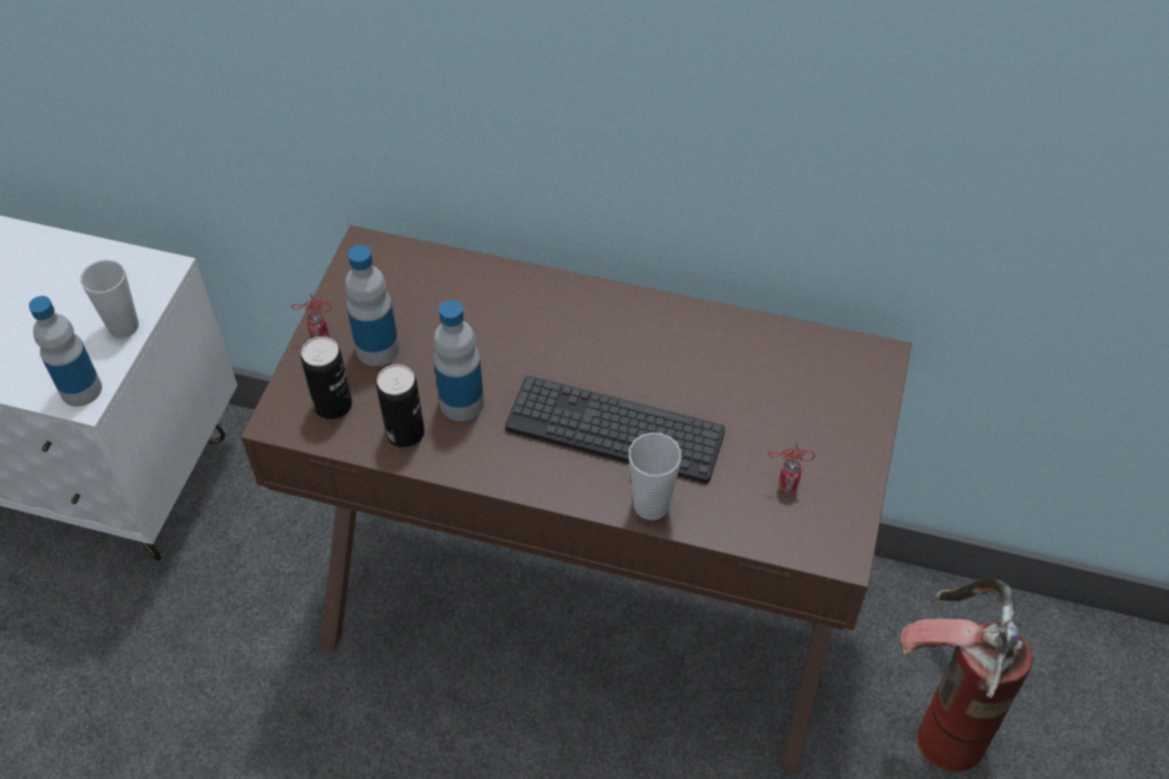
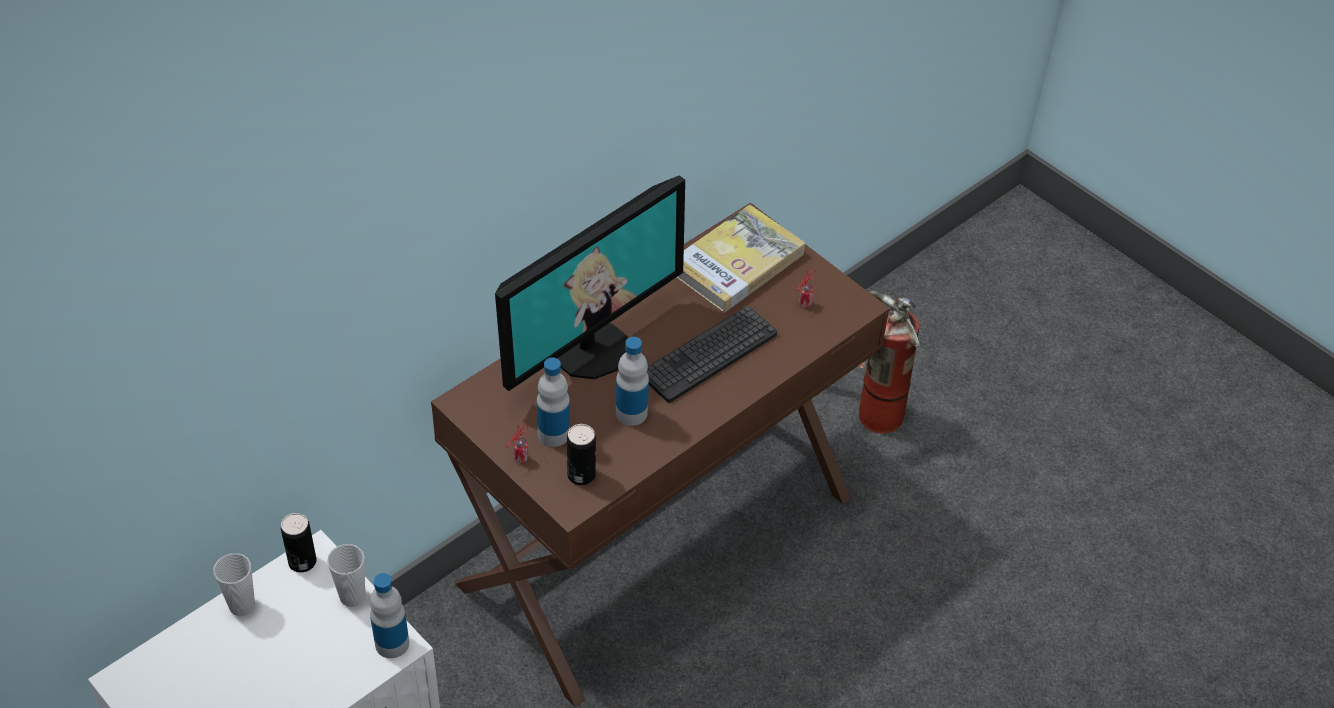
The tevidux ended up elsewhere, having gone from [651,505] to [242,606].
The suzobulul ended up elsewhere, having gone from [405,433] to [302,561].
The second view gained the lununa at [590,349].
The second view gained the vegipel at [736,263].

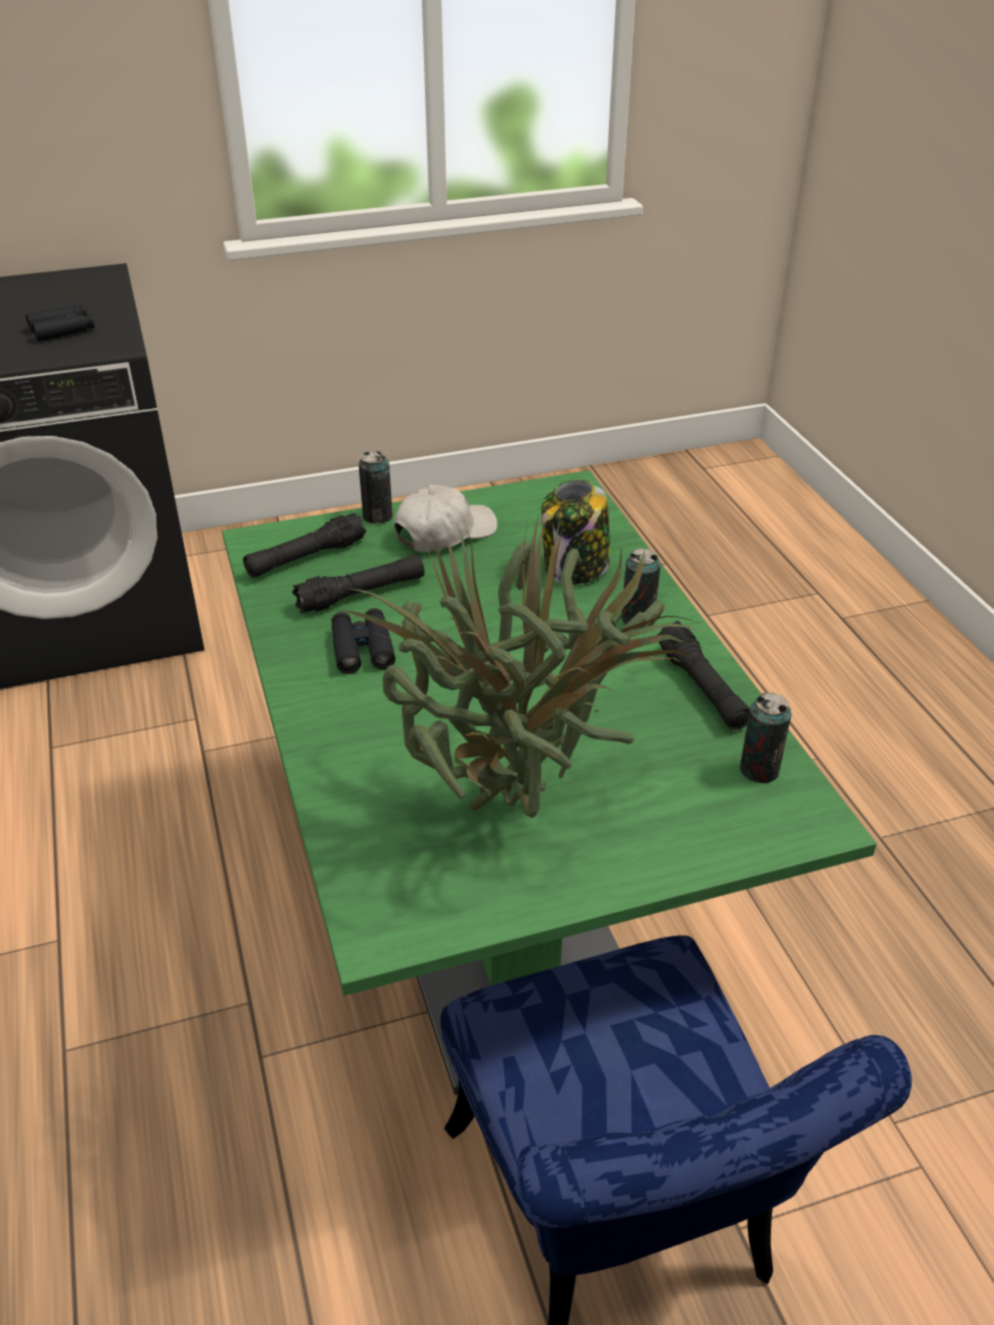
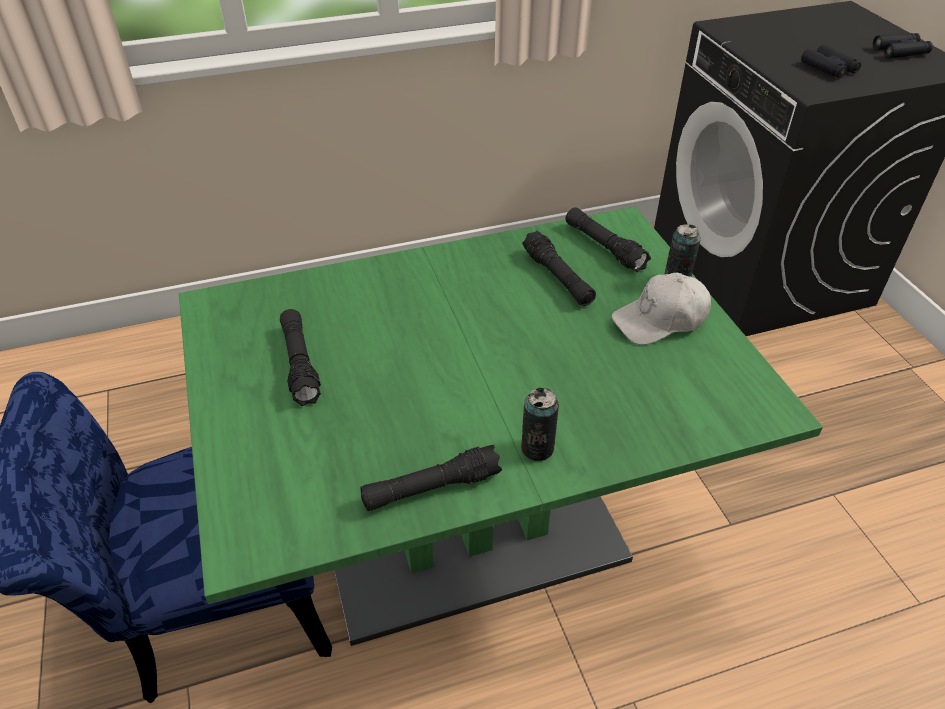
Where the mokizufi stood at [518,808], the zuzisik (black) came to stand at [300,364].
The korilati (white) at [444,532] ended up facing another way, 105 degrees clockwise from before.
The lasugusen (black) ended up elsewhere, having gone from [362,648] to [900,52].
The second view lost the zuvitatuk at [575,569].
The second view lost the suzobulul at [759,770].

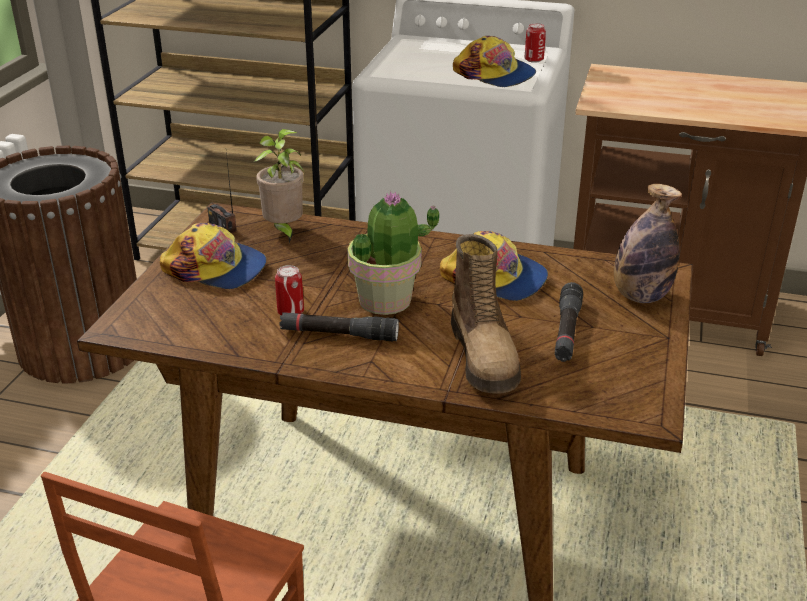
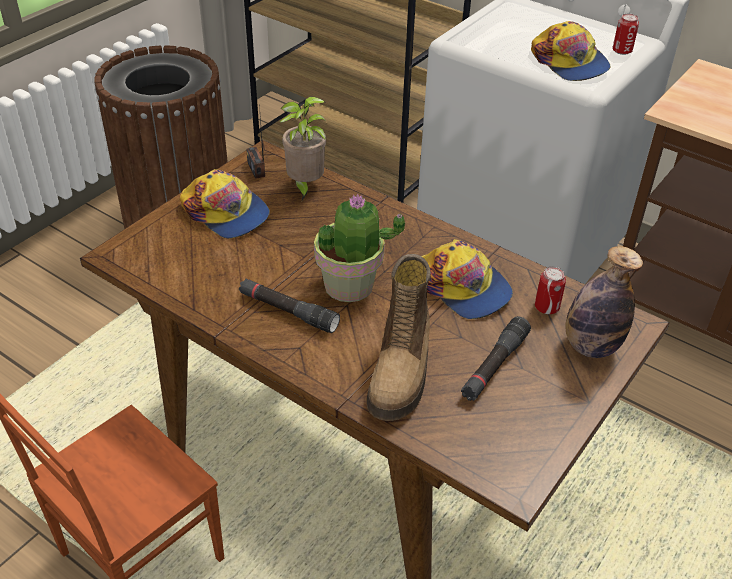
The suzobulul ended up elsewhere, having gone from [290,312] to [546,307].

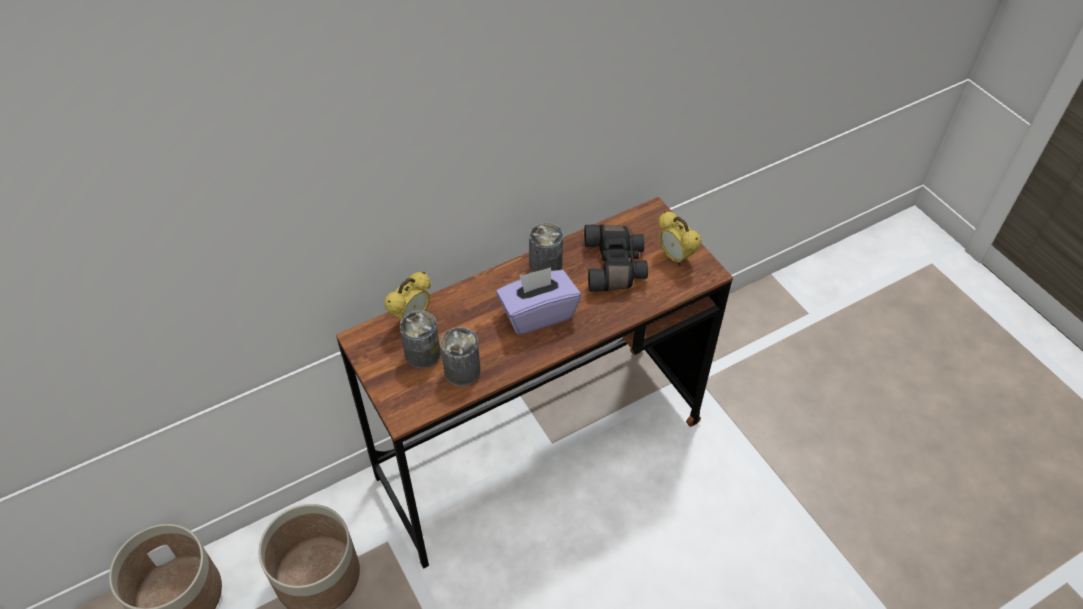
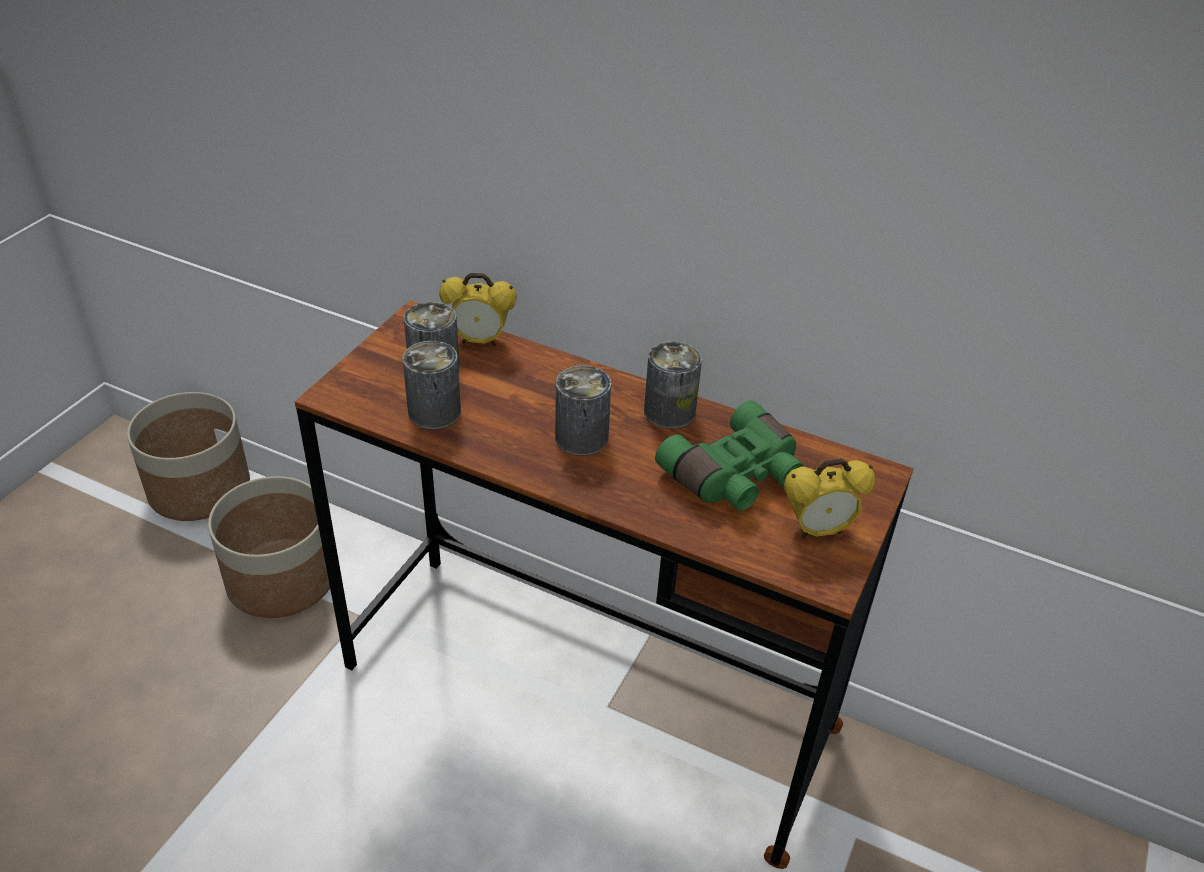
Where the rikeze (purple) stood at [537,313], the suzobulul came to stand at [581,438].
What was the lasugusen (black) at [615,266] turned into the lasugusen (green) at [735,476].
The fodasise at [675,257] ended up facing another way, 120 degrees counterclockwise from before.

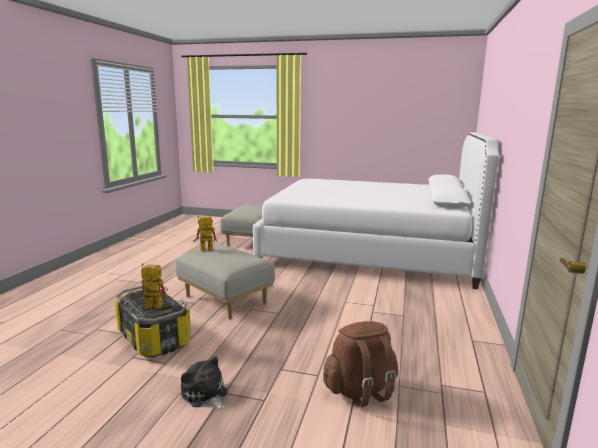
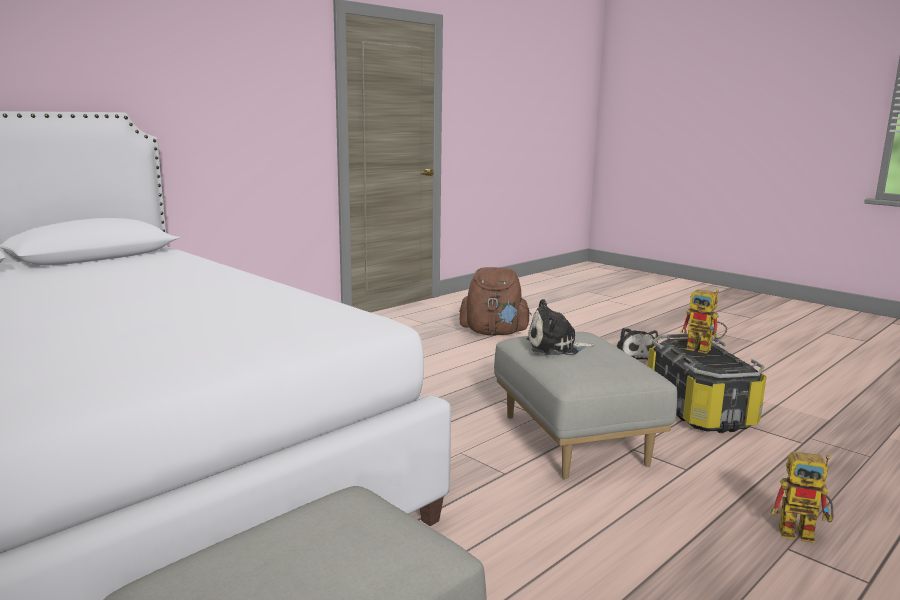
The second view gained the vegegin at [555,347].
The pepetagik ended up elsewhere, having gone from [203,250] to [804,533].

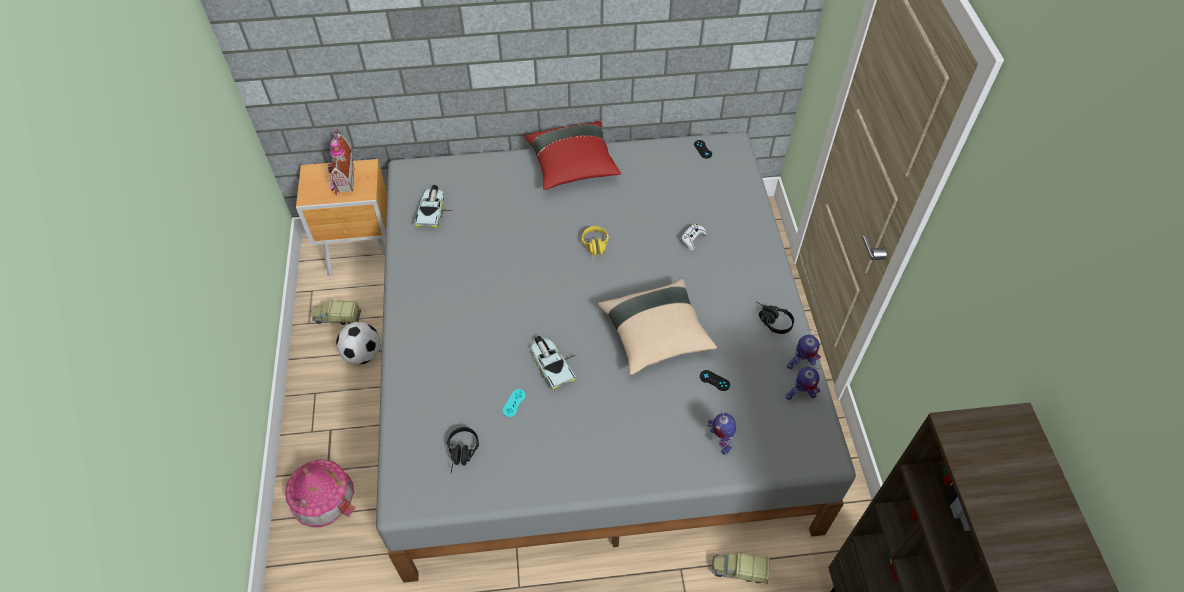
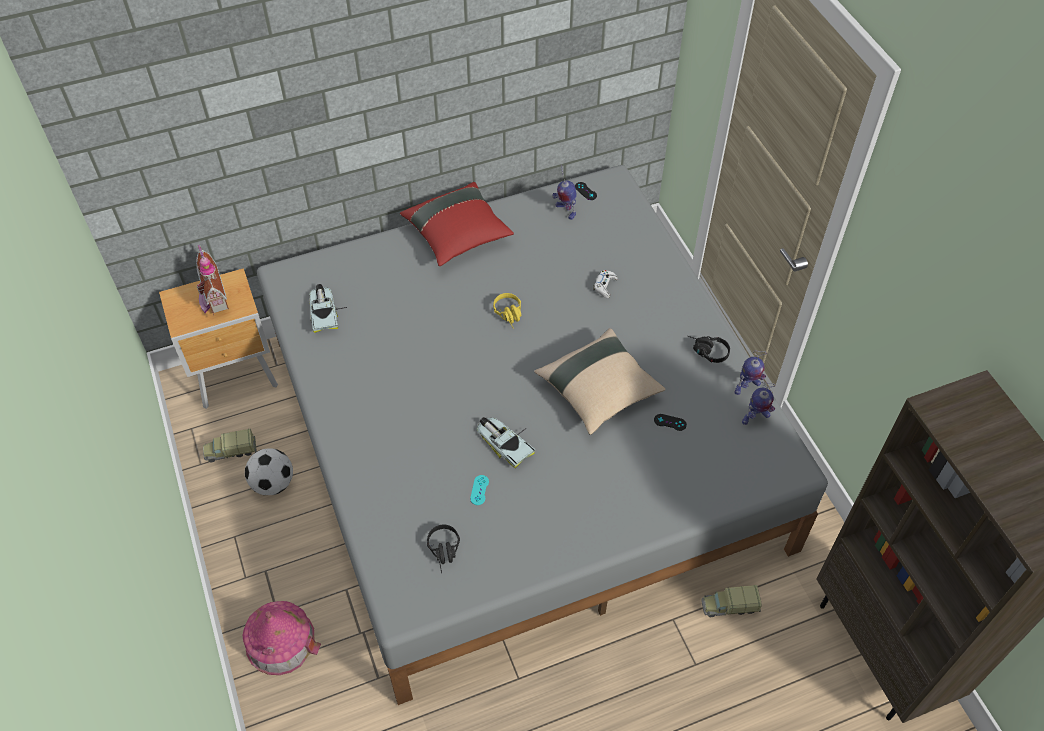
The pepetagik ended up elsewhere, having gone from [720,440] to [565,210].

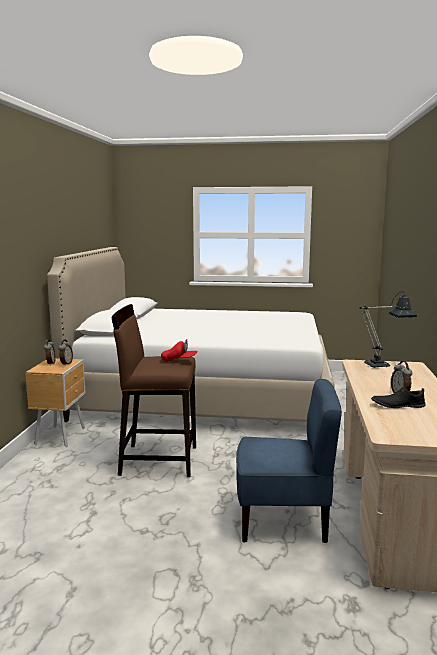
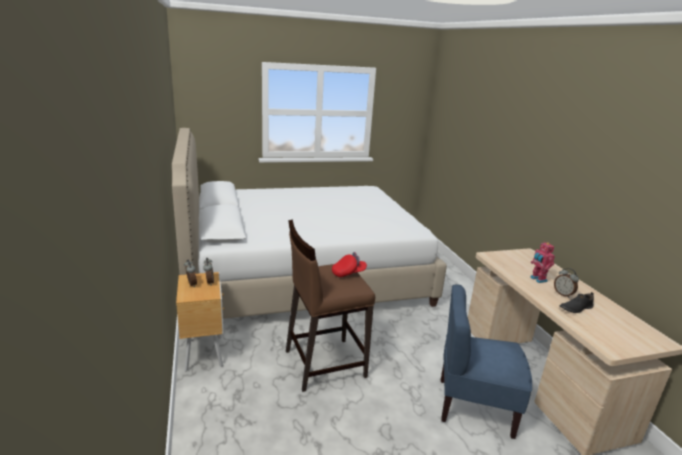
The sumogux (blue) at [283,520] ended up facing another way, 150 degrees counterclockwise from before.
The second view gained the pepetagik at [537,279].
The second view lost the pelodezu at [382,365].

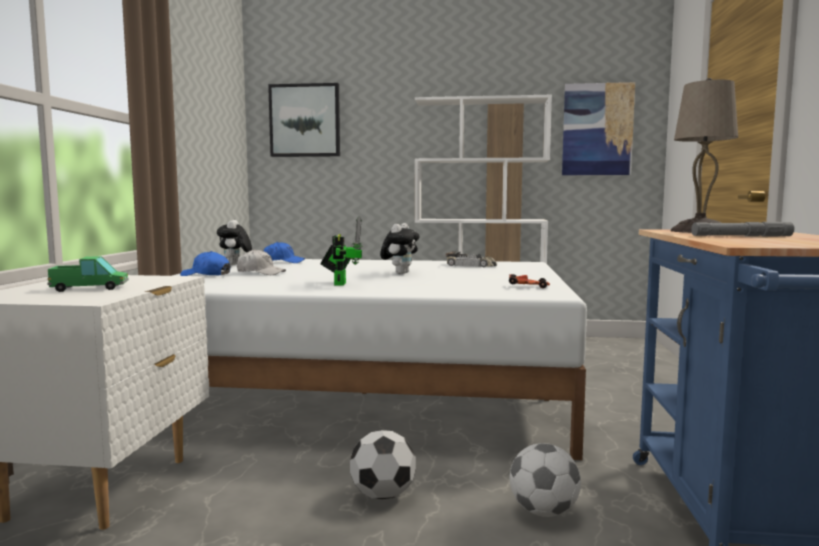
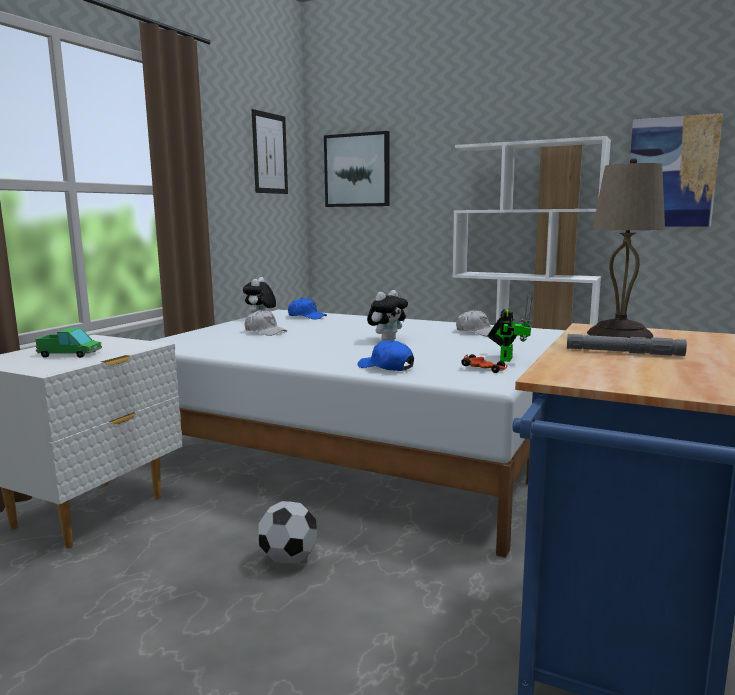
The second view gained the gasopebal at [270,153].
The korilati (blue) ended up elsewhere, having gone from [206,275] to [386,367].
Where the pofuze stood at [471,265], the korilati (white) came to stand at [477,332].
The pepetagik ended up elsewhere, having gone from [340,283] to [506,358].
The second view lost the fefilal at [543,511].

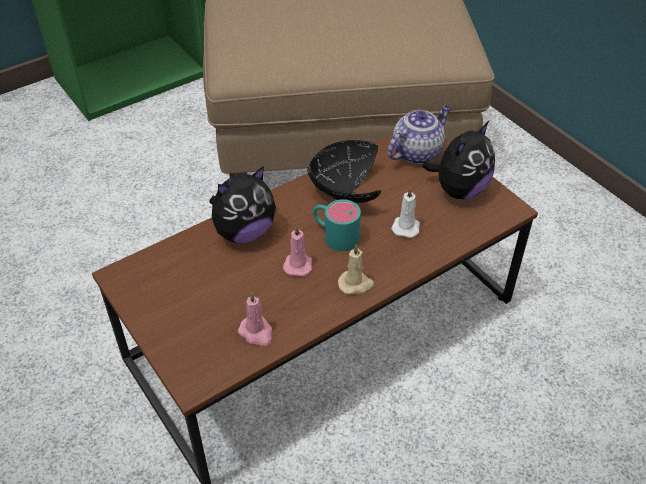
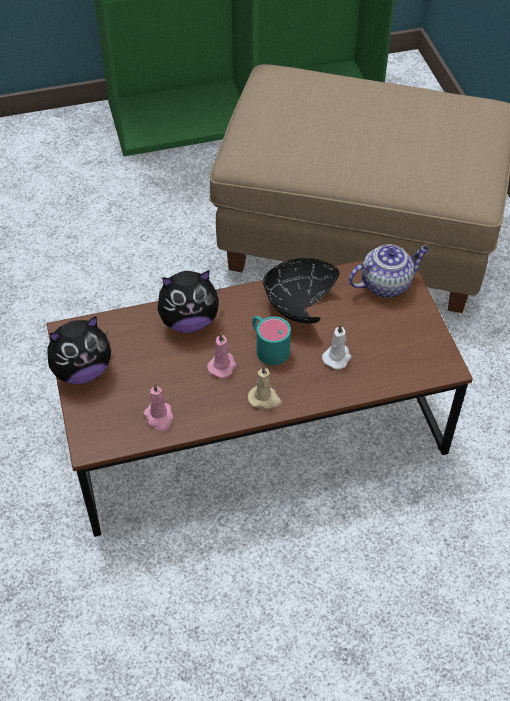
The vegegin ended up elsewhere, having gone from [459,189] to [82,371].

